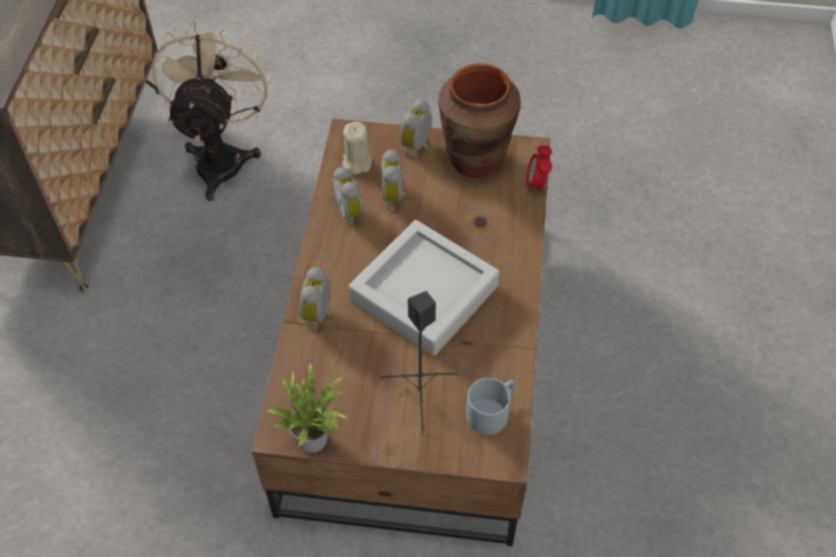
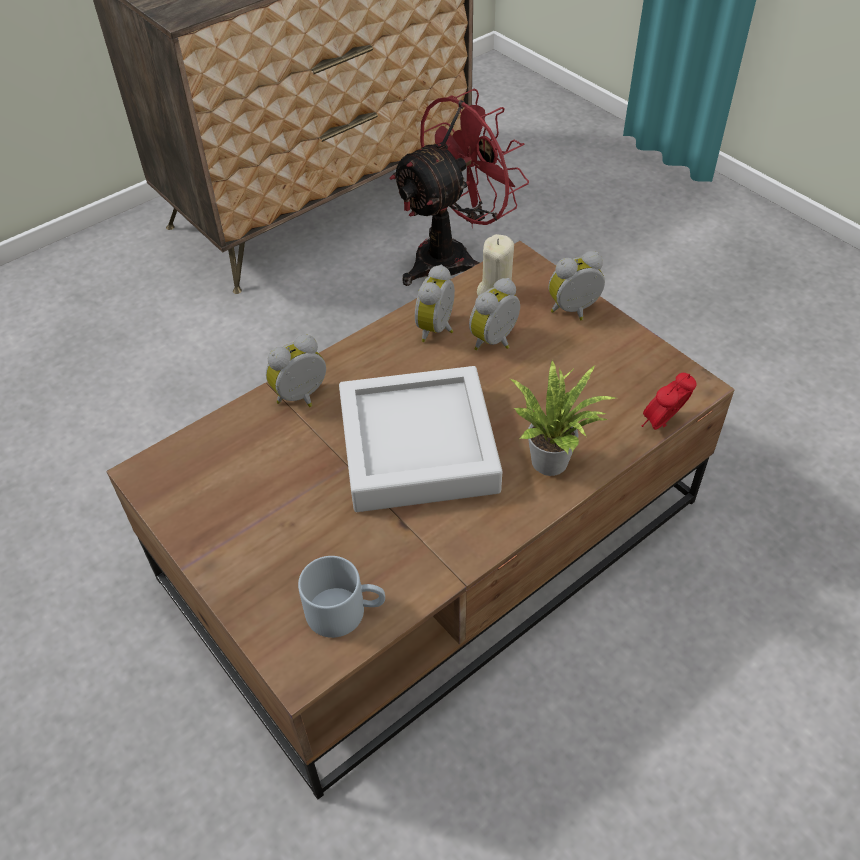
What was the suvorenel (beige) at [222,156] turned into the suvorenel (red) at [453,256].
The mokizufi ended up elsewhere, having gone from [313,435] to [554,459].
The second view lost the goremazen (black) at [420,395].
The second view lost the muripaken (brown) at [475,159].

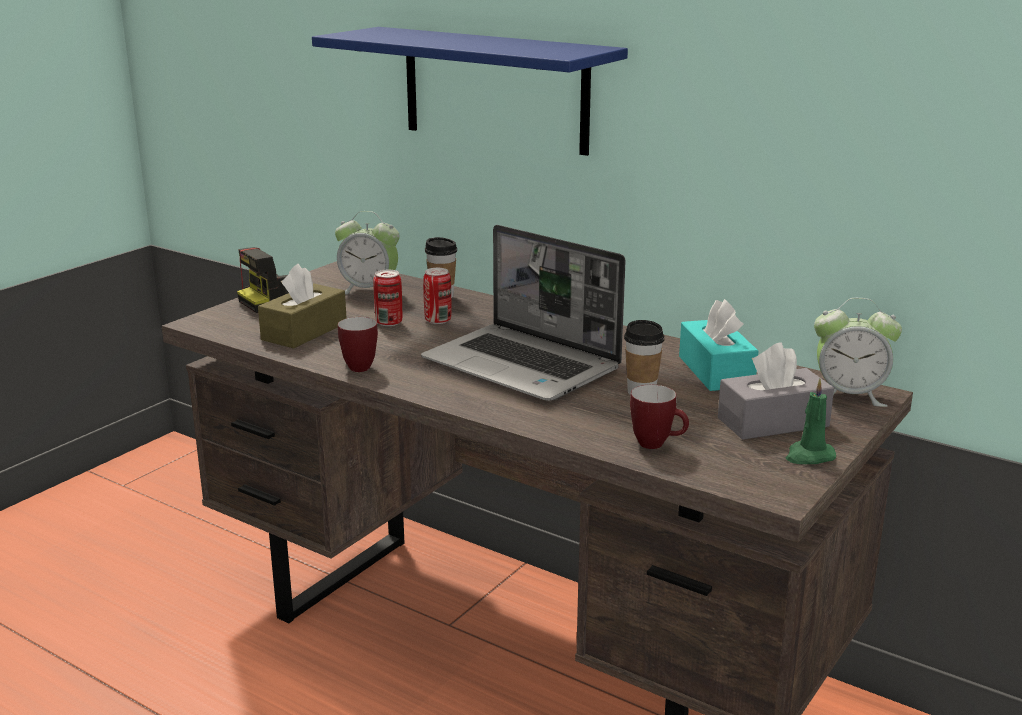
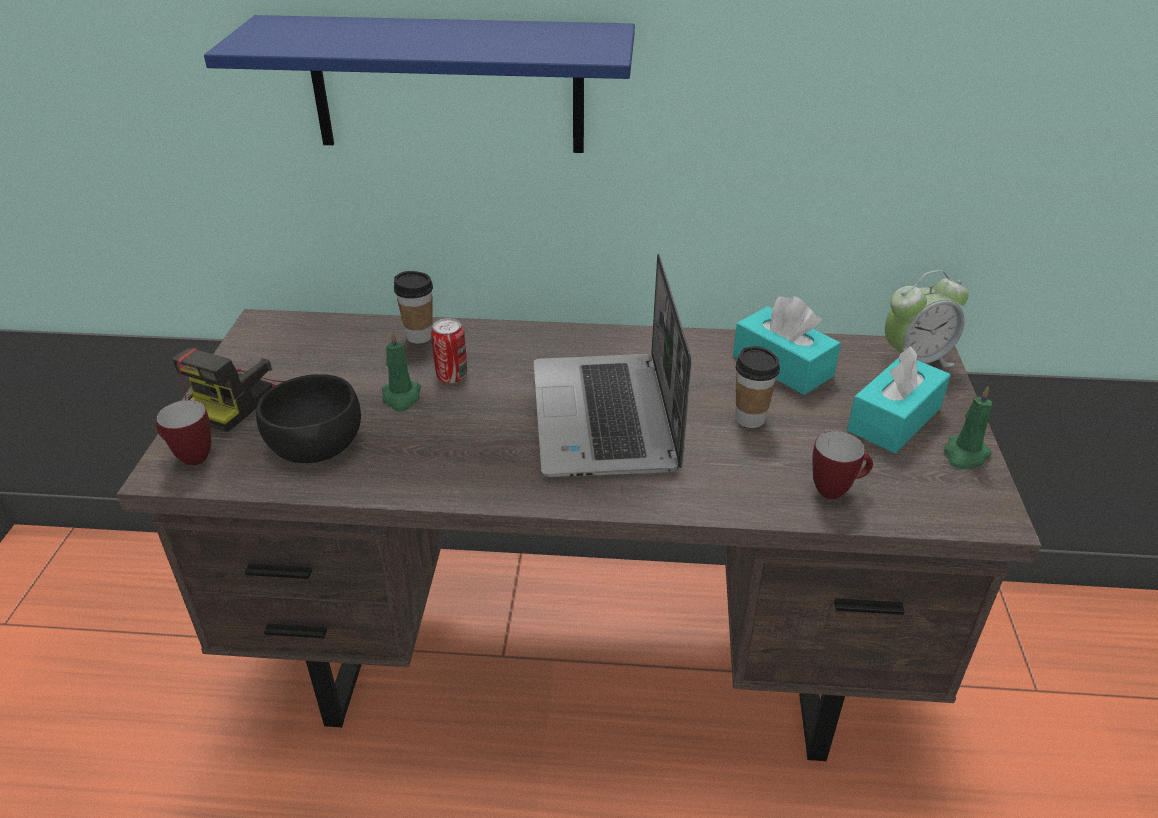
The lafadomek ended up elsewhere, having gone from [356,367] to [189,457].
Where the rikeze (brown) stood at [304,331], the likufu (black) came to stand at [316,444].
Where the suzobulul stood at [389,322], the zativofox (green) came to stand at [401,397].
The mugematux at [524,366] ended up facing another way, 75 degrees clockwise from before.
What was the rikeze (grey) at [773,422] turned into the rikeze (turquoise) at [894,419].
The second view lost the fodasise at [369,291].

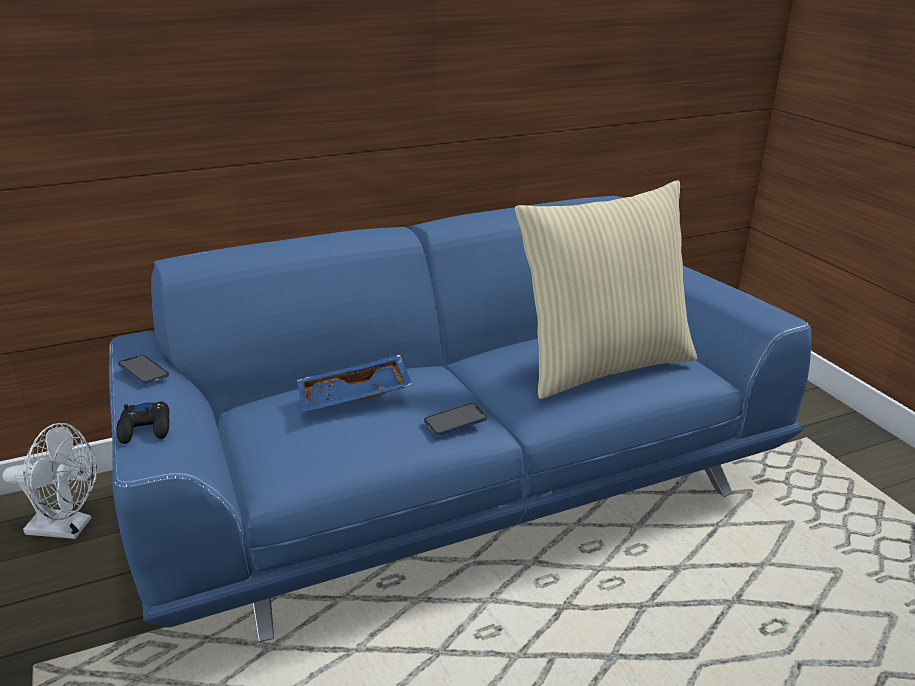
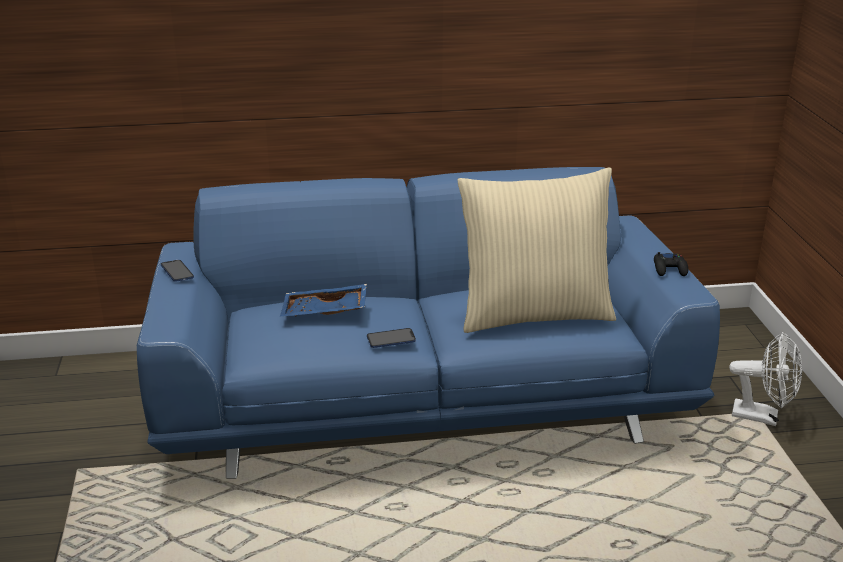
The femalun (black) ended up elsewhere, having gone from [146,428] to [670,269].
The suvorenel (white) ended up elsewhere, having gone from [68,527] to [762,416].

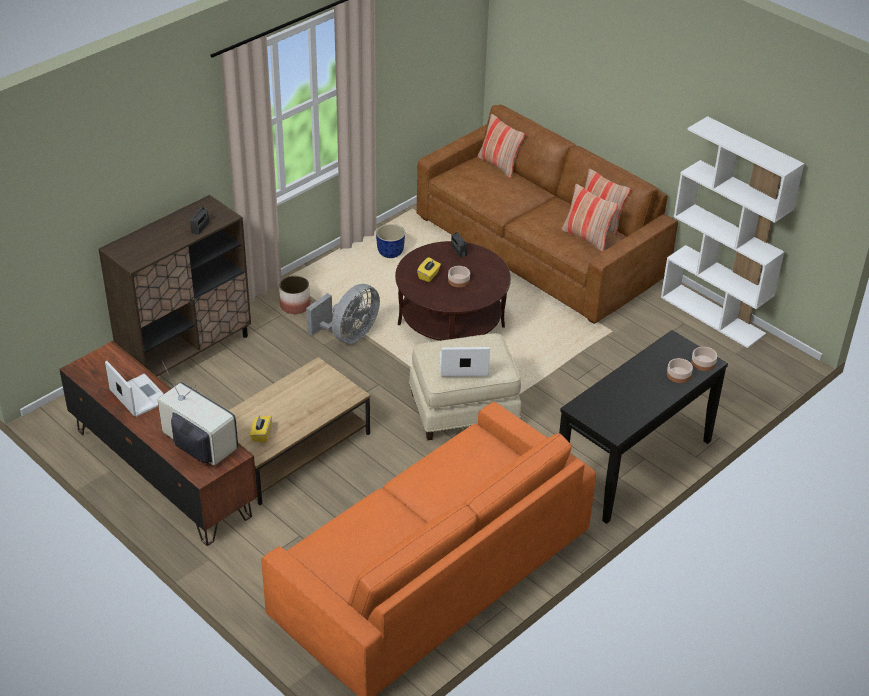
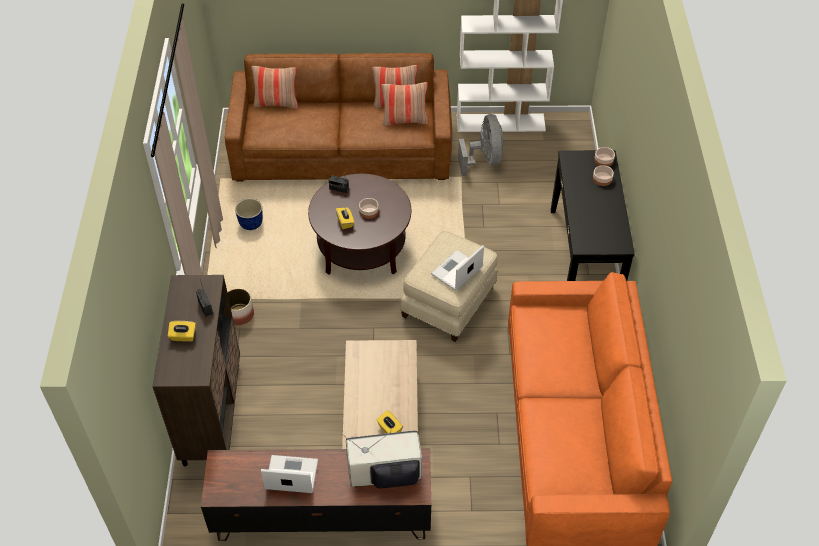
The second view gained the rikeze (yellow) at [183,336].
The suvorenel (grey) ended up elsewhere, having gone from [348,335] to [484,160].

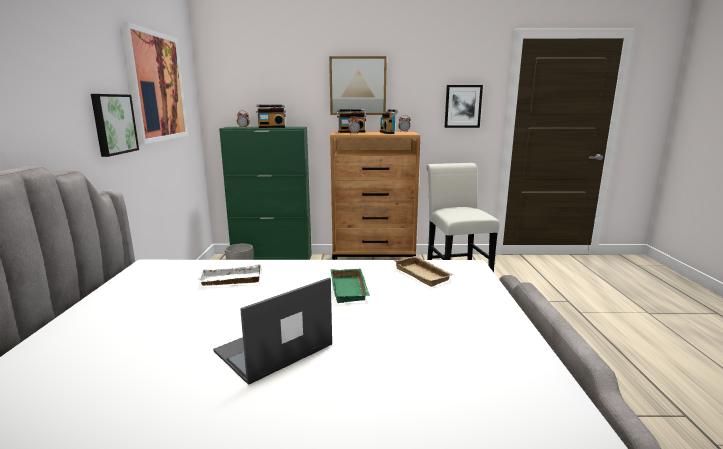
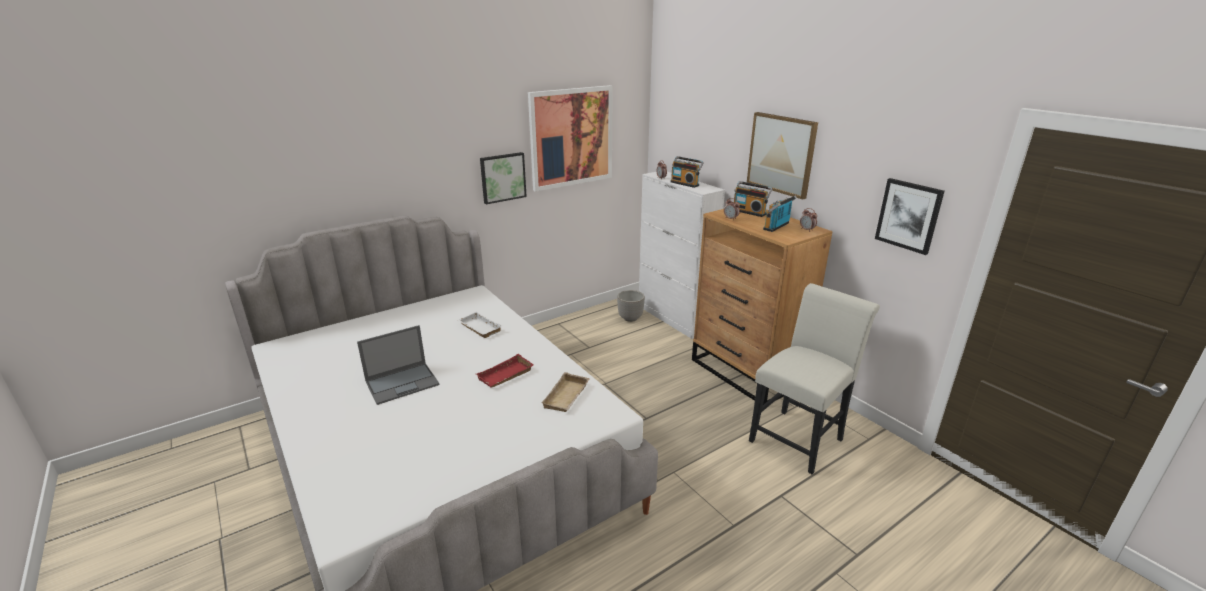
The mugematux at [273,349] ended up facing another way, 135 degrees clockwise from before.
What was the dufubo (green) at [351,289] turned into the dufubo (red) at [505,376].
What was the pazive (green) at [273,259] turned into the pazive (white) at [673,318].

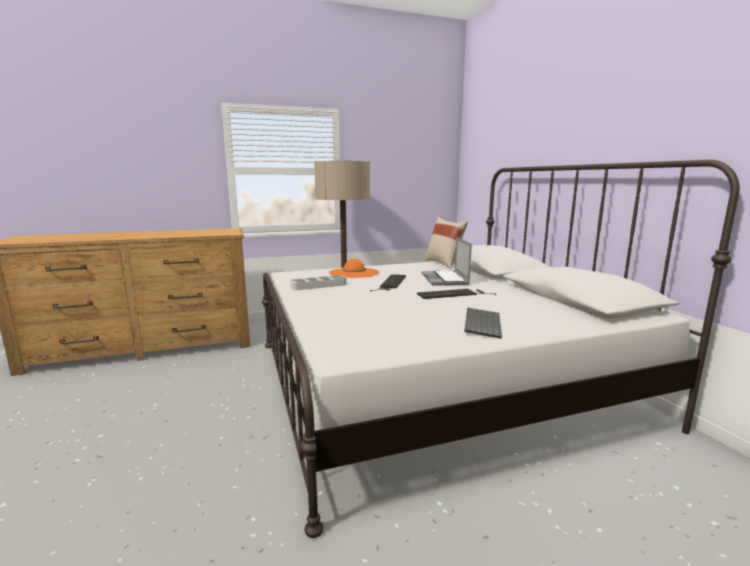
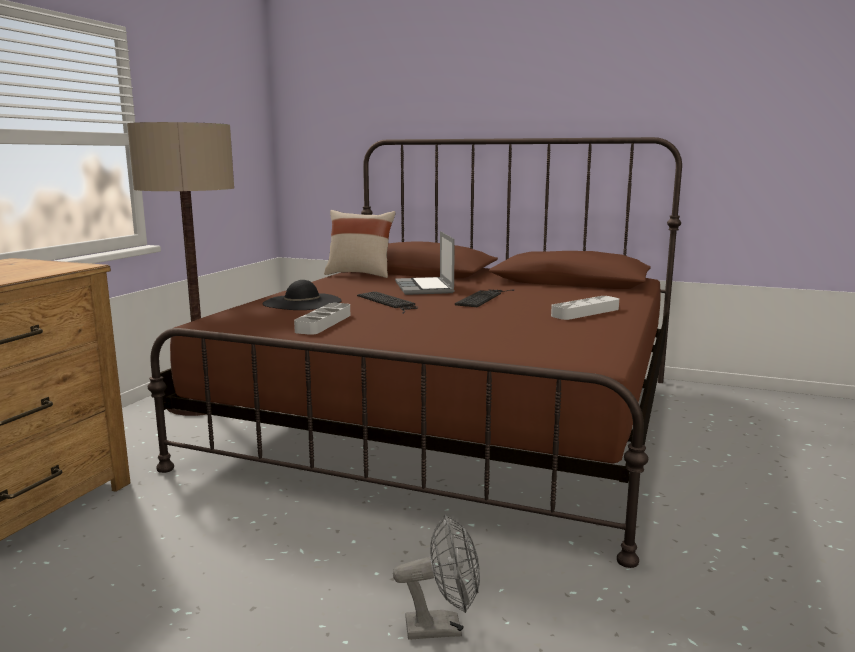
What was the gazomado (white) at [435,380] turned into the gazomado (brown) at [453,419].
What was the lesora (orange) at [354,273] turned into the lesora (black) at [302,302].
The second view gained the suvorenel (grey) at [443,627].
The mugematux at [445,279] ended up facing another way, 45 degrees clockwise from before.
Where the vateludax stood at [481,324], the dufubo (grey) came to stand at [585,312].

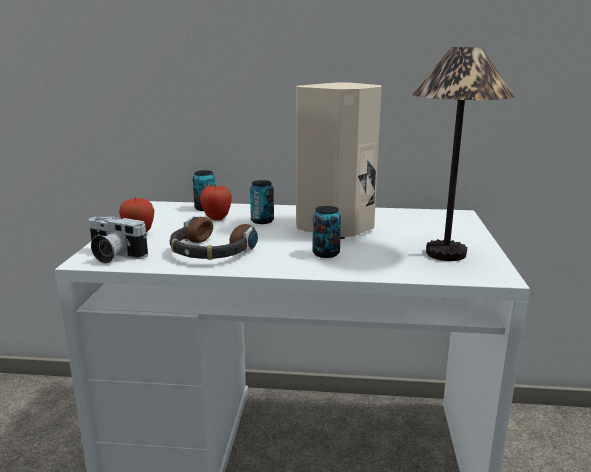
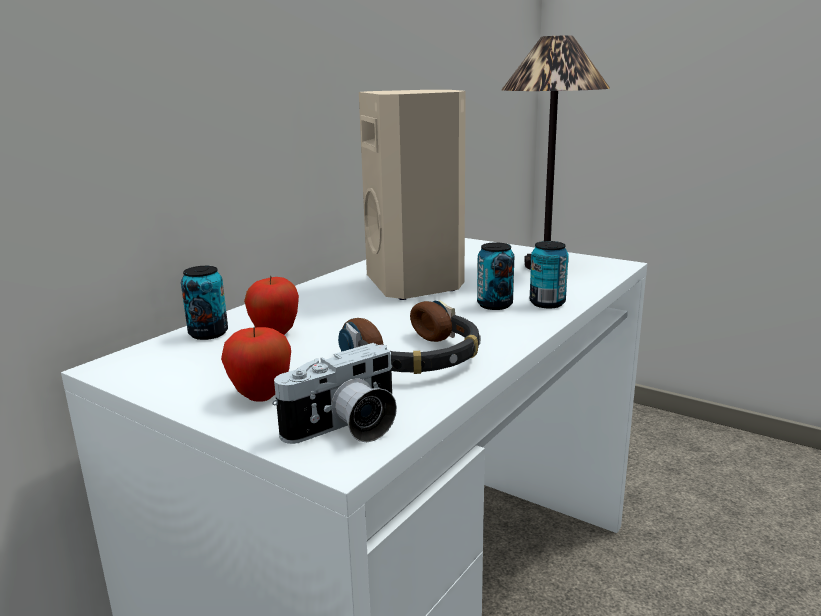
The suzobulul ended up elsewhere, having gone from [262,221] to [547,303].

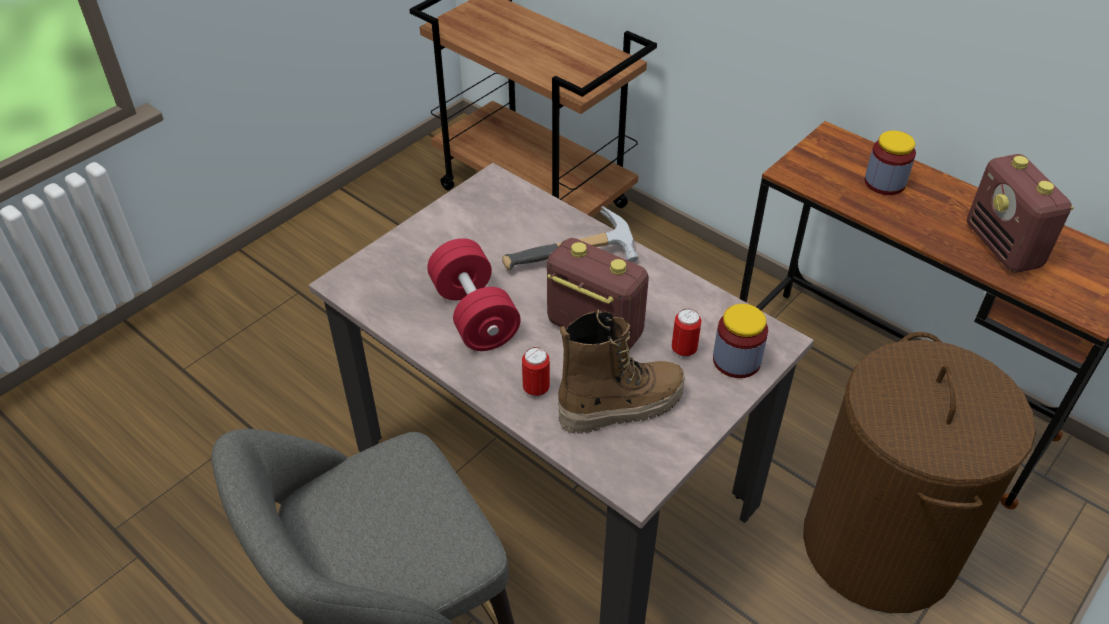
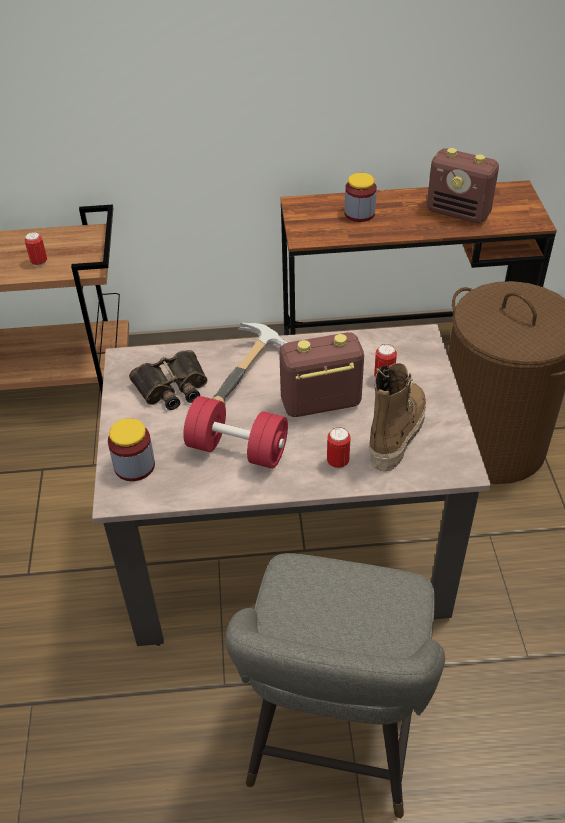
The second view gained the suzobulul at [39,262].
The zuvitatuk ended up elsewhere, having gone from [736,360] to [134,466].
The second view gained the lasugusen at [172,388].

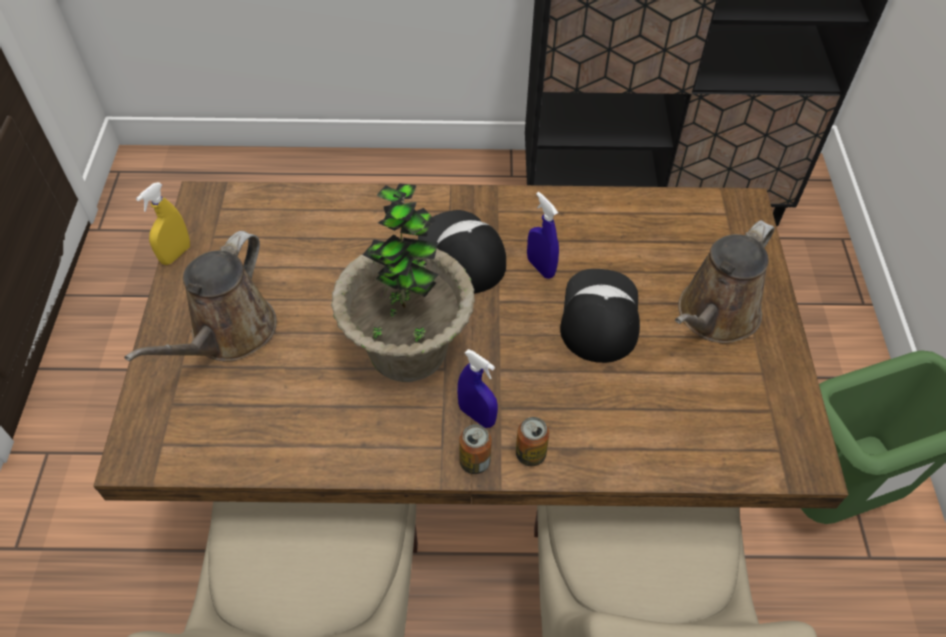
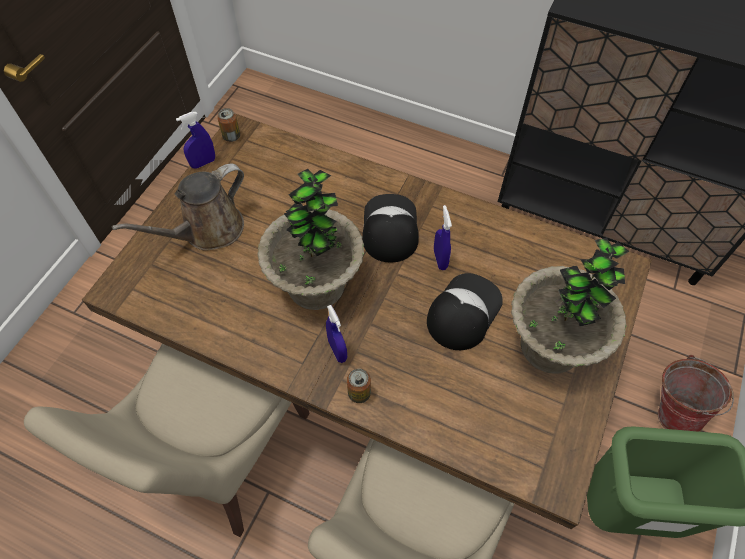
What was the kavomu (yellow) at [176,254] turned into the kavomu (blue) at [203,163].
The suzobulul ended up elsewhere, having gone from [475,461] to [231,136].
Where the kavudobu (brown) stood at [714,317], the mokizufi came to stand at [550,346].
The second view gained the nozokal at [672,409].

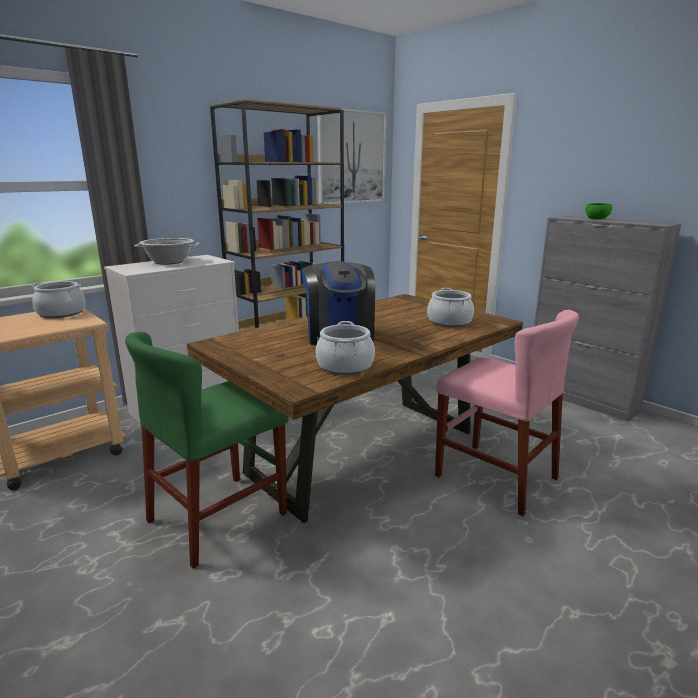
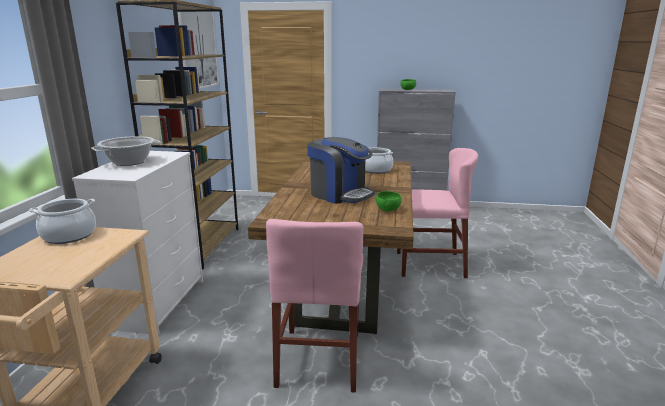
What was the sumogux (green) at [218,517] turned into the sumogux (pink) at [319,358].
Where the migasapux stood at [345,366], the likufu (green) came to stand at [388,209].

